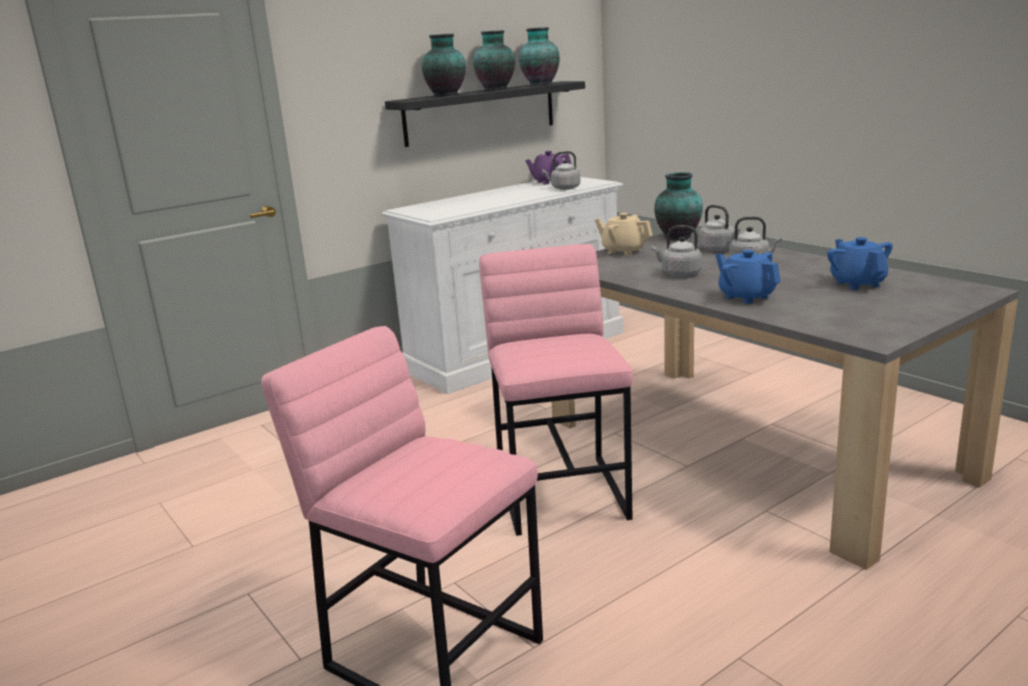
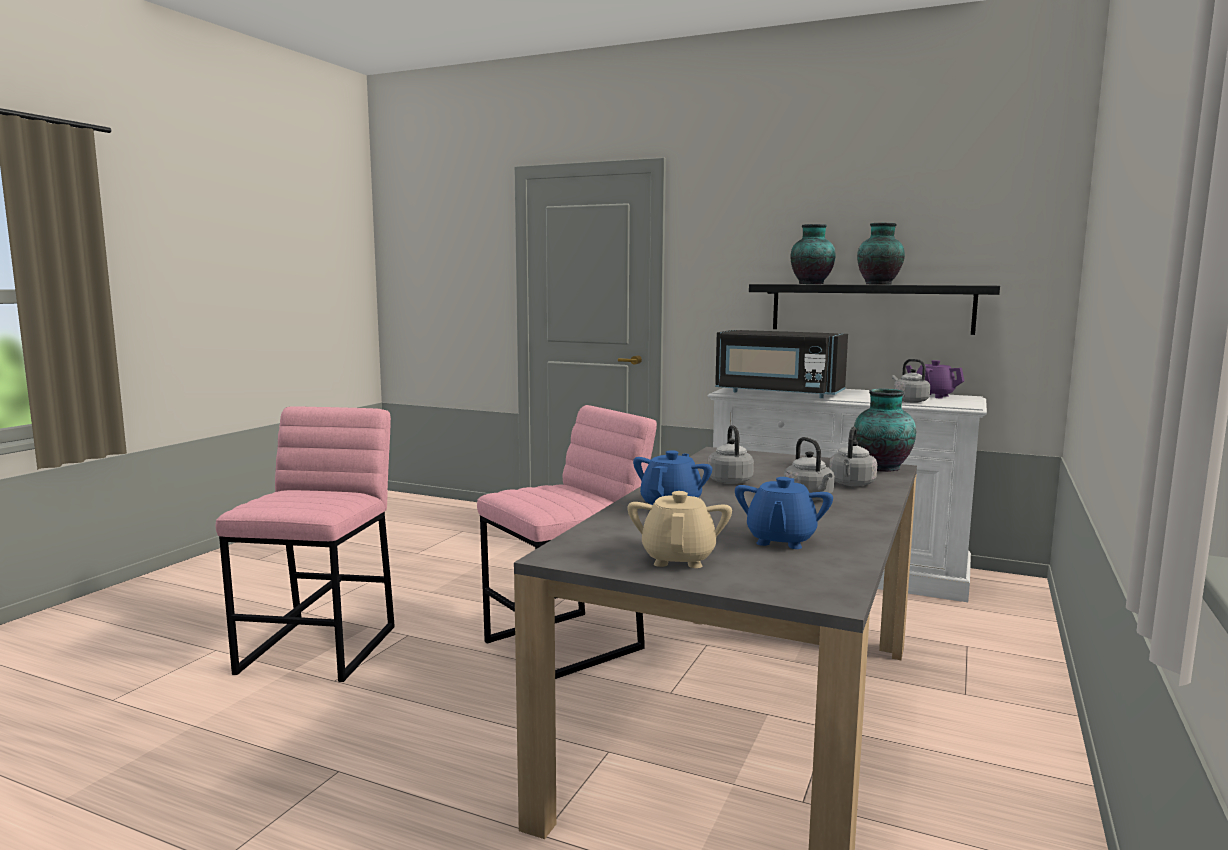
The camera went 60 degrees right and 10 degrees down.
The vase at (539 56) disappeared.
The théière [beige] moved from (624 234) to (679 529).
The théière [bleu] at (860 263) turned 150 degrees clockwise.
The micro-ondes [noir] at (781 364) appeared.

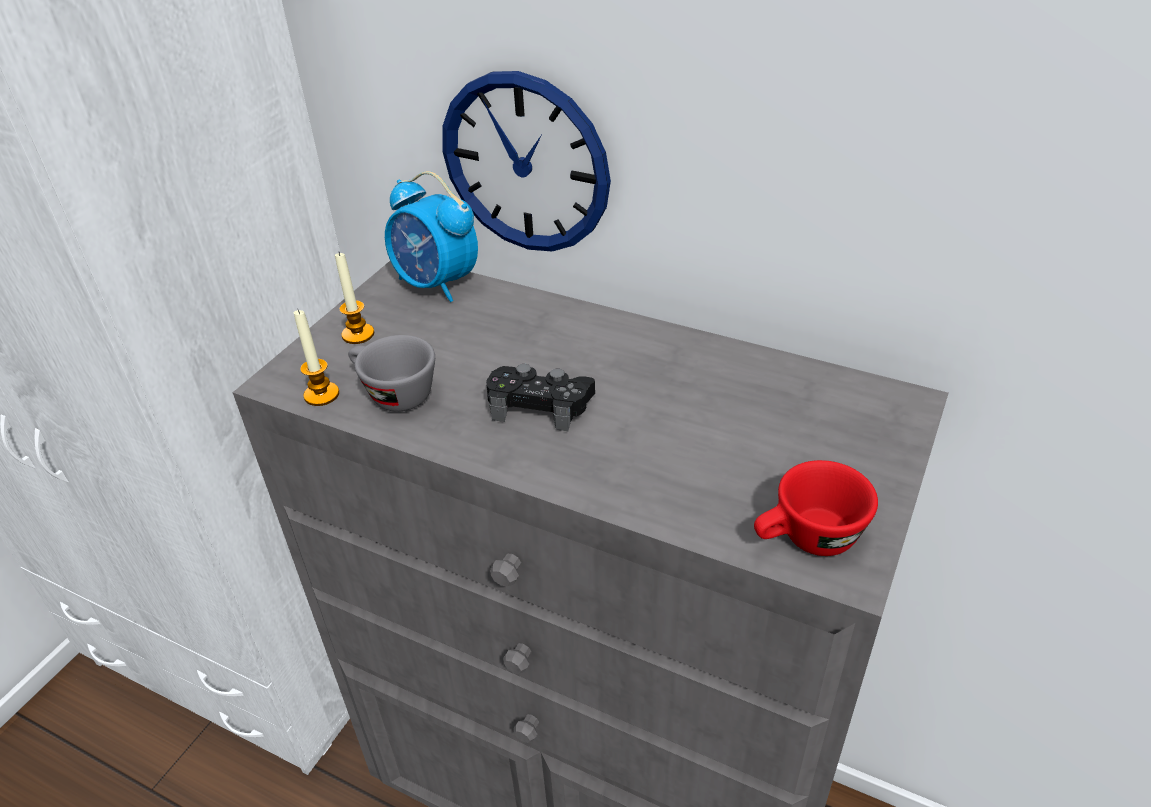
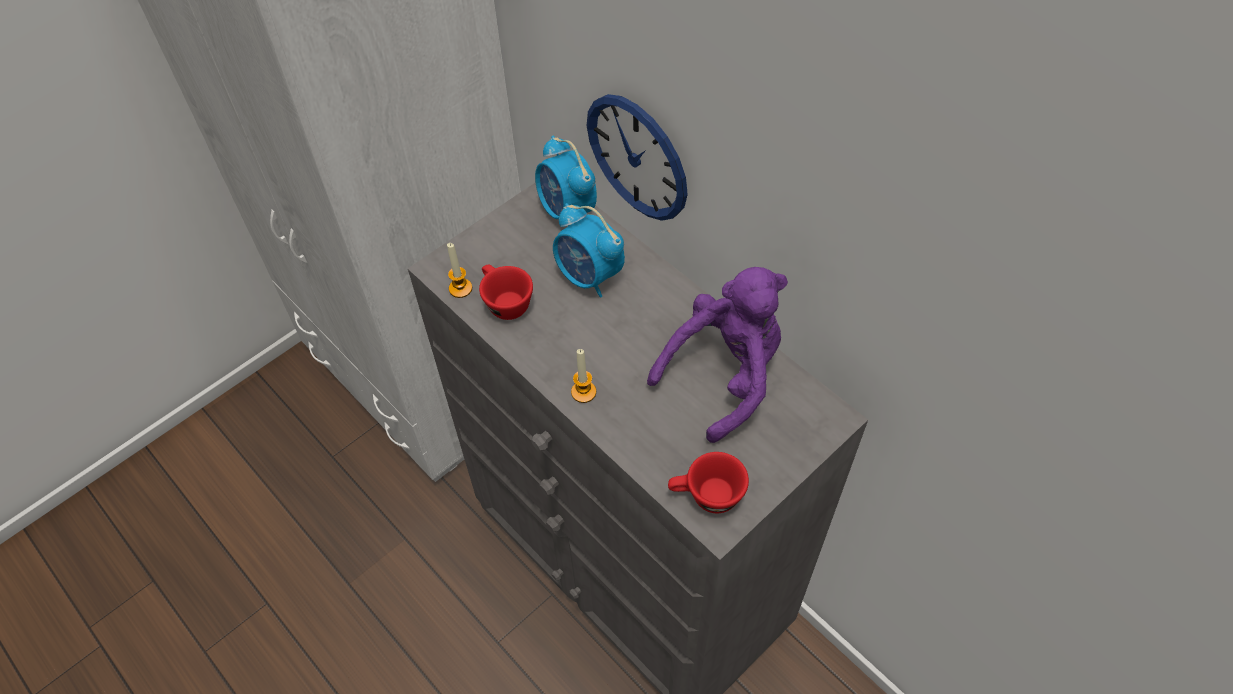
The camera went 20 degrees right and 15 degrees up.
The bougie moved from (354 298) to (583 376).
The tasse [gris] at (391 373) became the tasse [rouge] at (506 292).
The manette [noir] at (540 397) disappeared.
The réveil at (589 250) appeared.
The peluche [violet] at (717 355) appeared.

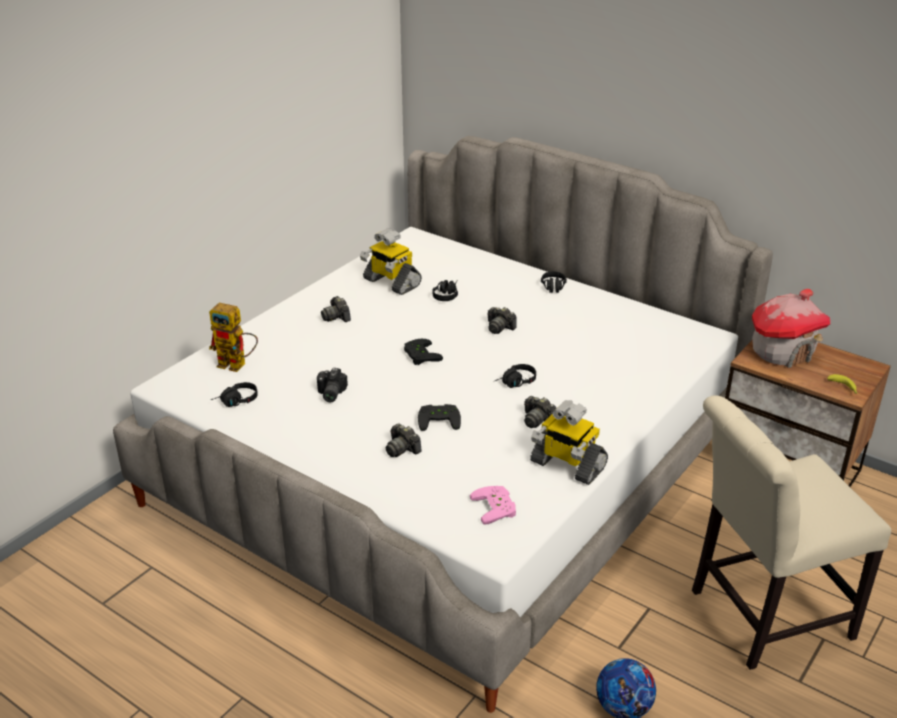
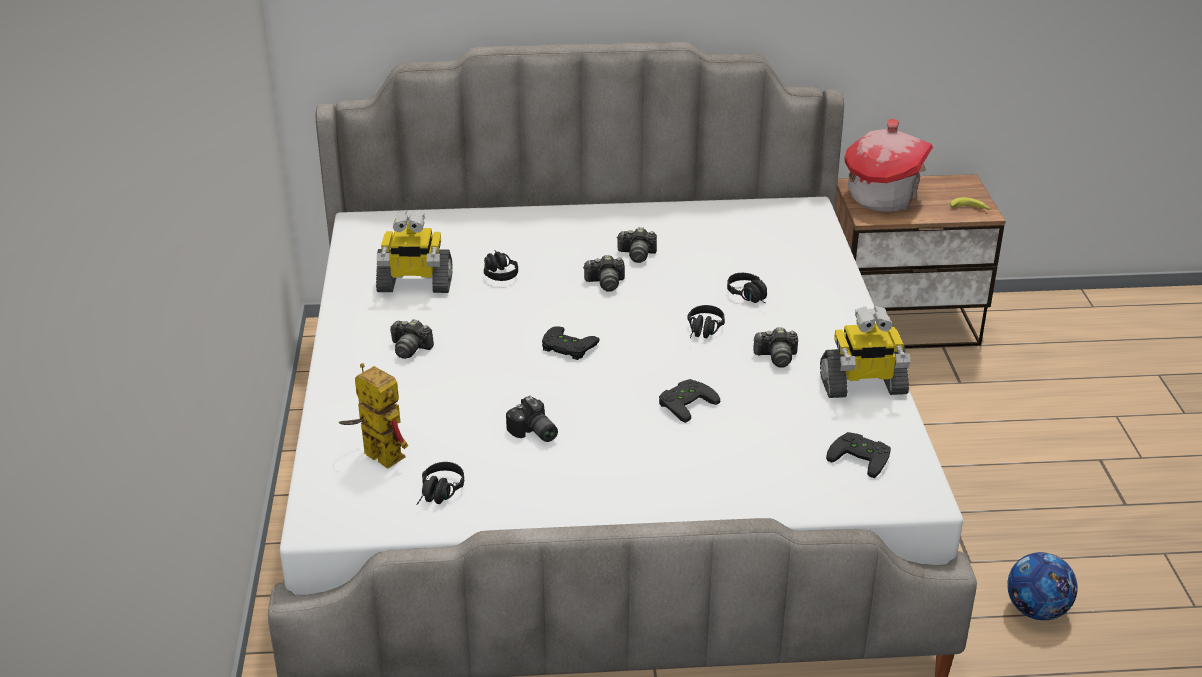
The camera went 40 degrees left and 0 degrees up.
The robot jouet at (233 337) turned 120 degrees counterclockwise.
The appareil photo moved from (404 440) to (636 245).
The manette [rose] at (493 505) became the manette [noir] at (858 455).
The casque audio [noir] moved from (554 282) to (747 288).
The chaise [beige] at (791 532) disappeared.

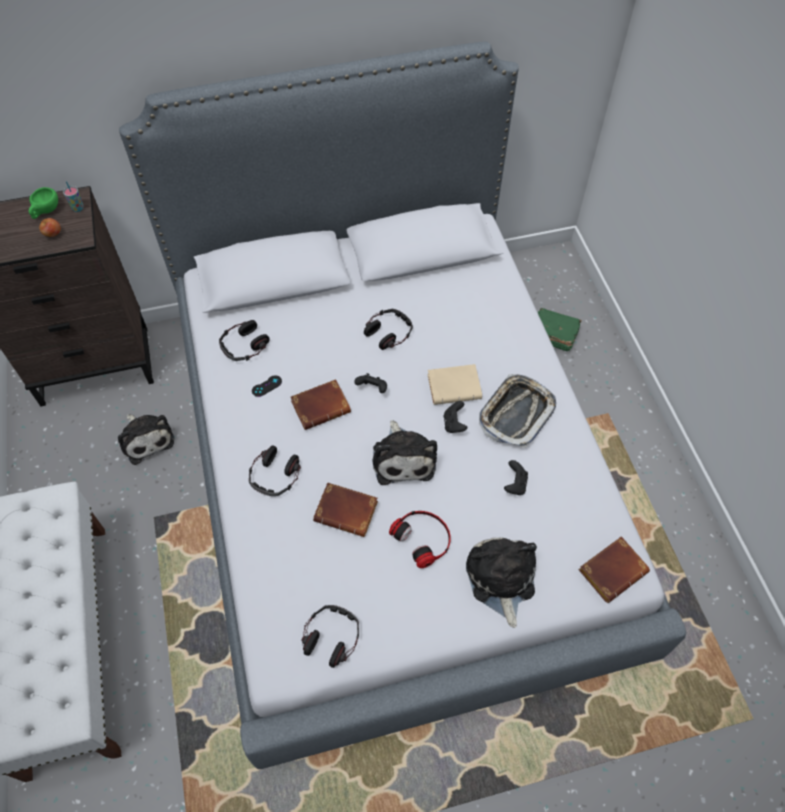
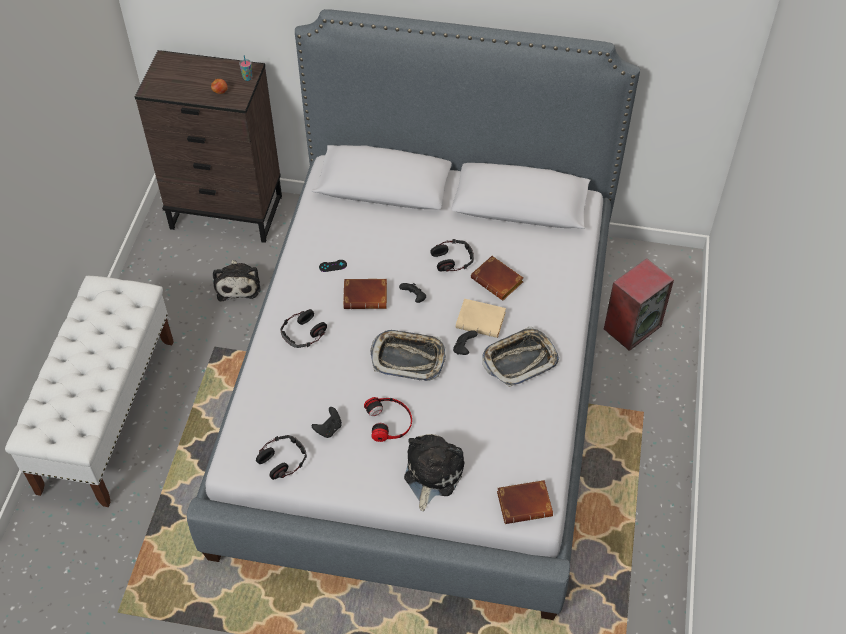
The camera went 25 degrees right and 5 degrees down.
The tasse [vert] at (43 203) disappeared.
The casque audio at (244 340) disappeared.
The livre [marron] moved from (345 509) to (497 278).
The peluche at (405 452) was replaced by the plateau at (408 355).
The manette [noir] moved from (516 477) to (327 422).
The livre [vert] at (560 329) was replaced by the enceinte at (639 304).

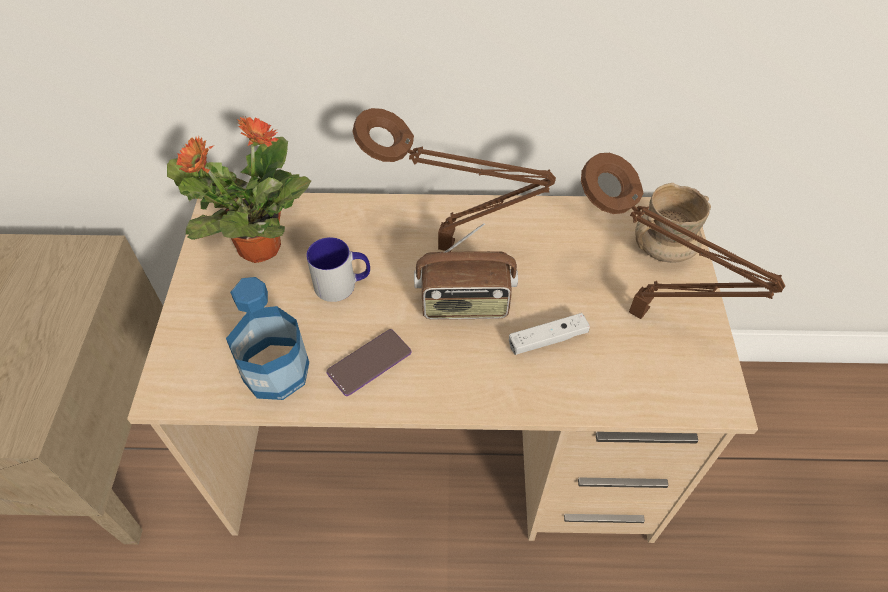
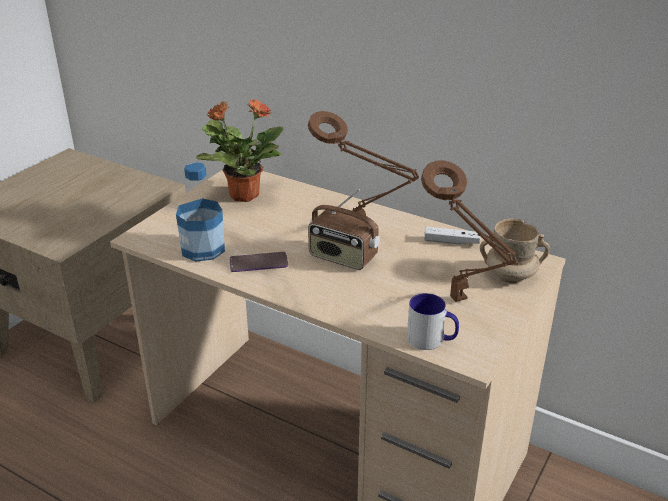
The camera went 30 degrees right and 20 degrees down.
The mug moved from (338 269) to (433 321).
The manette [blanc] moved from (549 334) to (452 236).

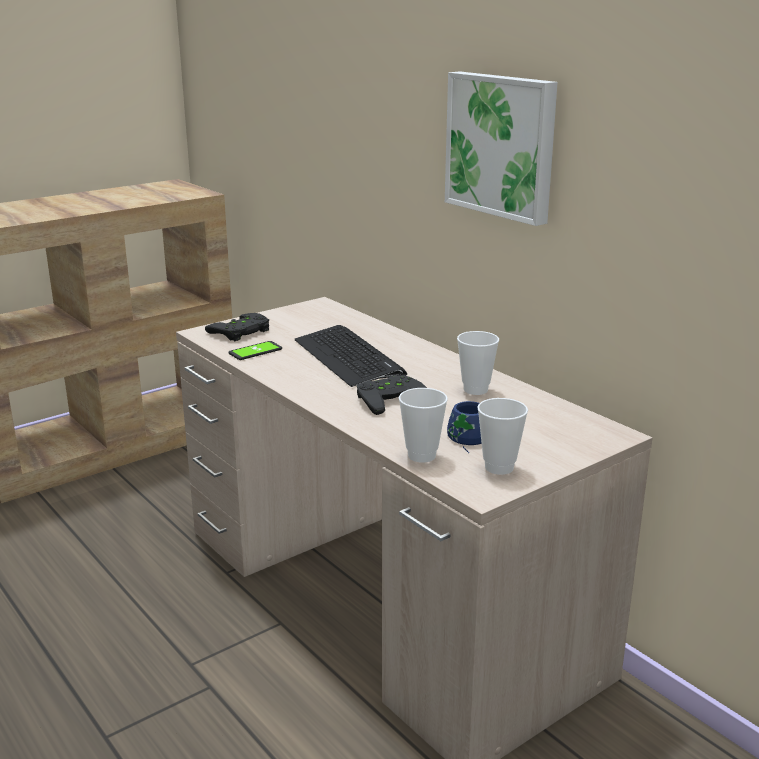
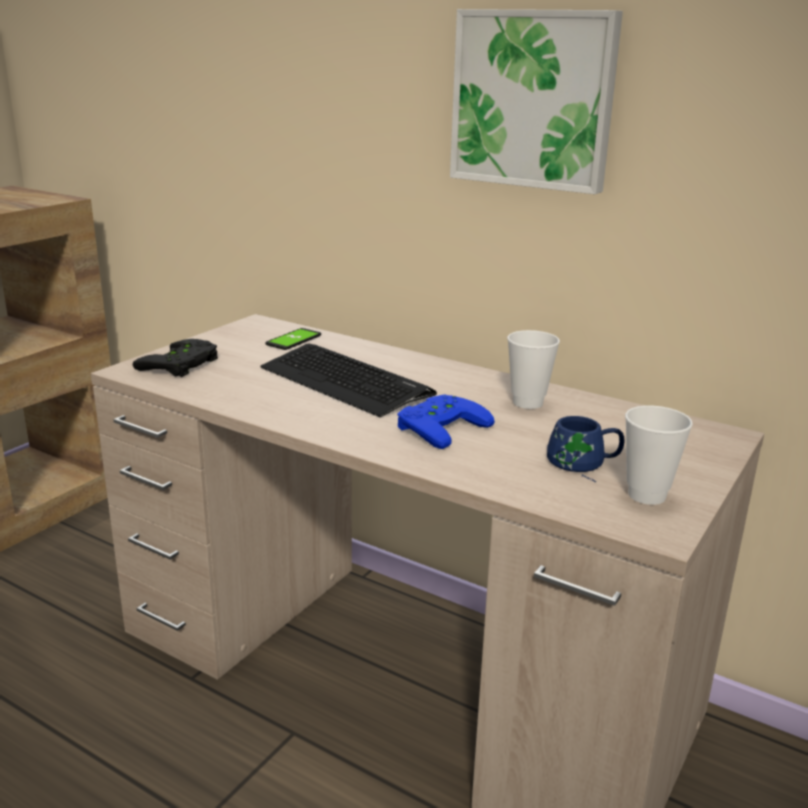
The camera went 20 degrees left and 0 degrees up.
The téléphone moved from (255 350) to (293 339).
The manette [noir] at (392 395) became the manette [bleu] at (446 421).
The tasse at (423 425) disappeared.

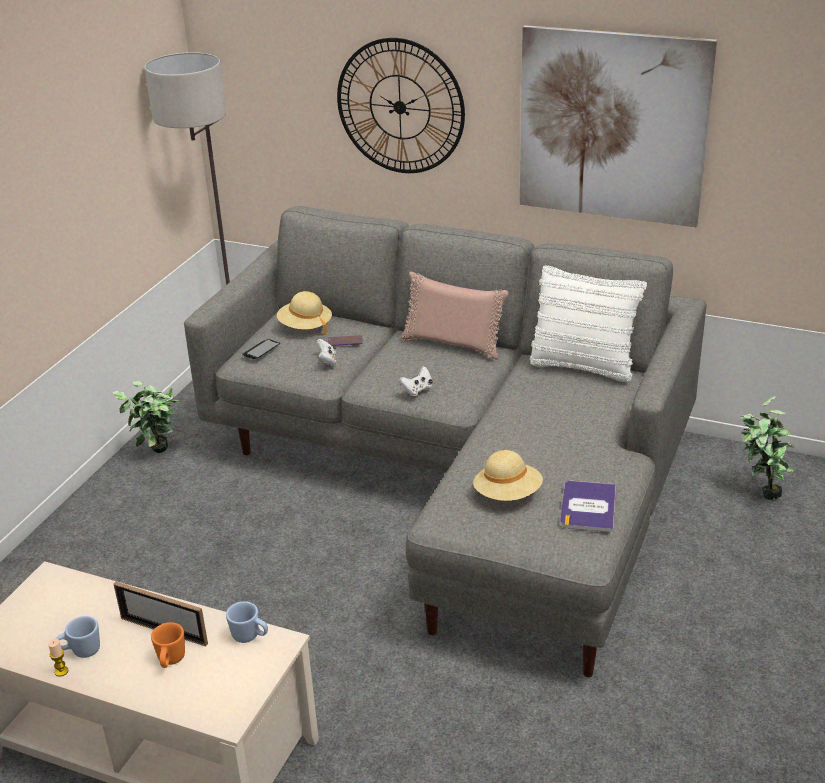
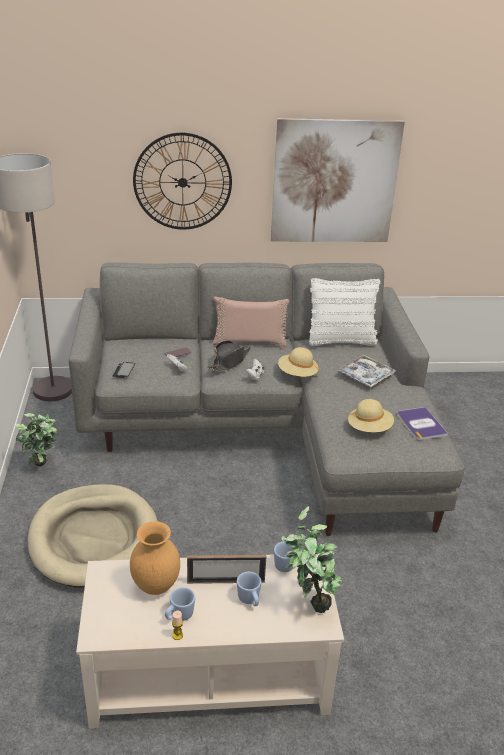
The camera went 30 degrees left and 0 degrees up.
The mug [orange] at (168 645) became the mug [bleu] at (249 589).
The chapeau [beige] moved from (304 313) to (298 362).
The plante en pot moved from (768 448) to (312 559).
The panier pour chien [beige] at (93 536) appeared.
The vase [marron] at (155 558) appeared.
The chapeau [noir] at (229 356) appeared.
The plateau at (366 371) appeared.

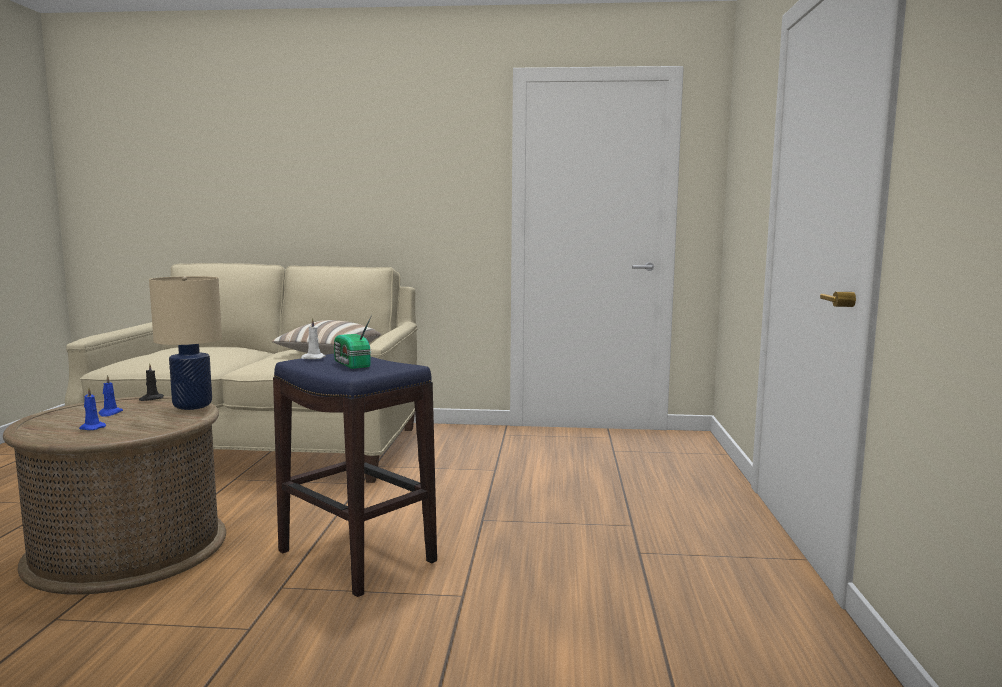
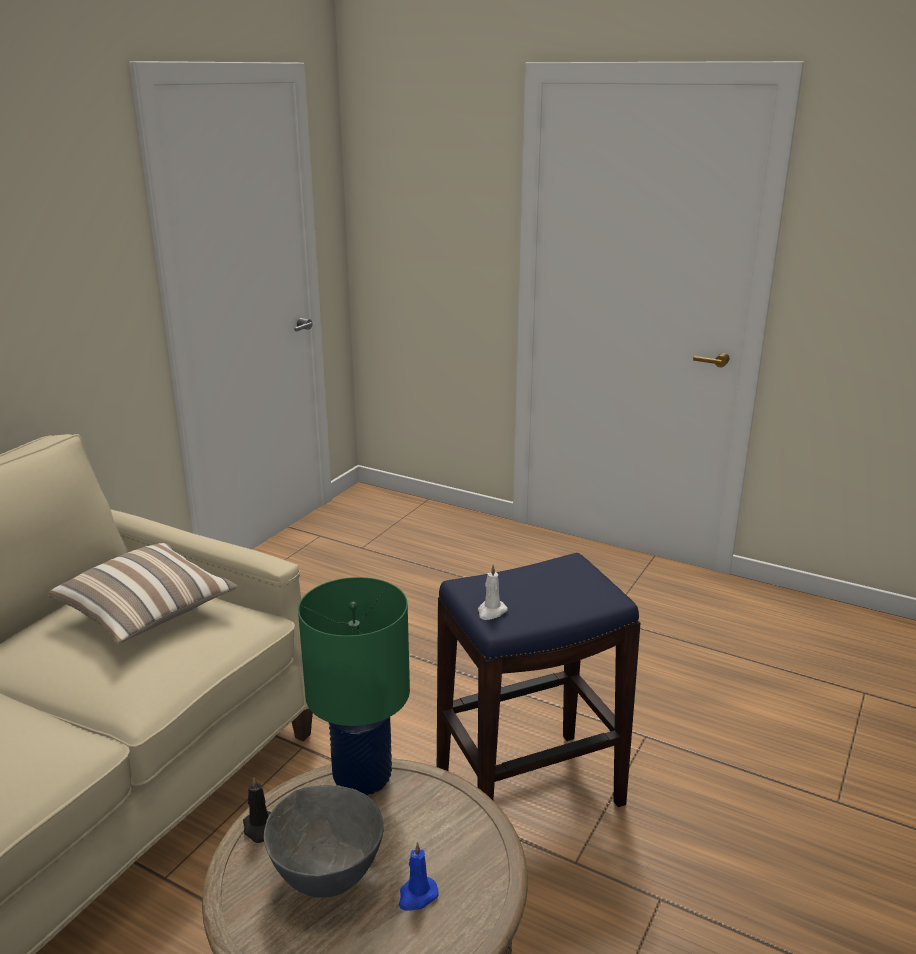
The camera went 65 degrees left and 15 degrees up.
The bougie [bleu] at (111 396) was replaced by the bol [gris] at (324 841).
The lampe de table [beige] at (185 343) became the lampe de table [vert] at (354 686).
The radio at (353 342) disappeared.

